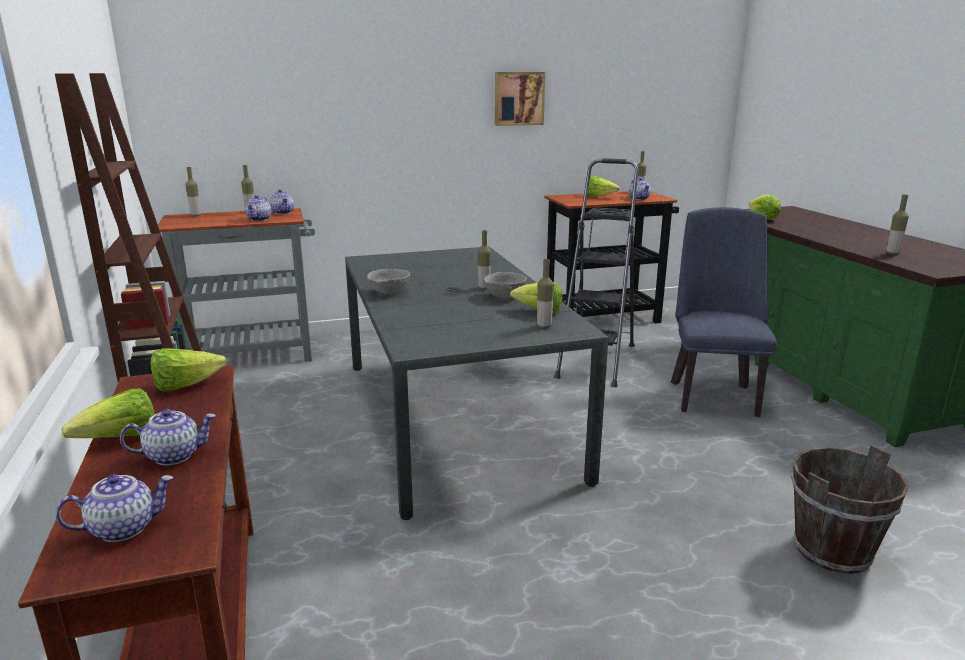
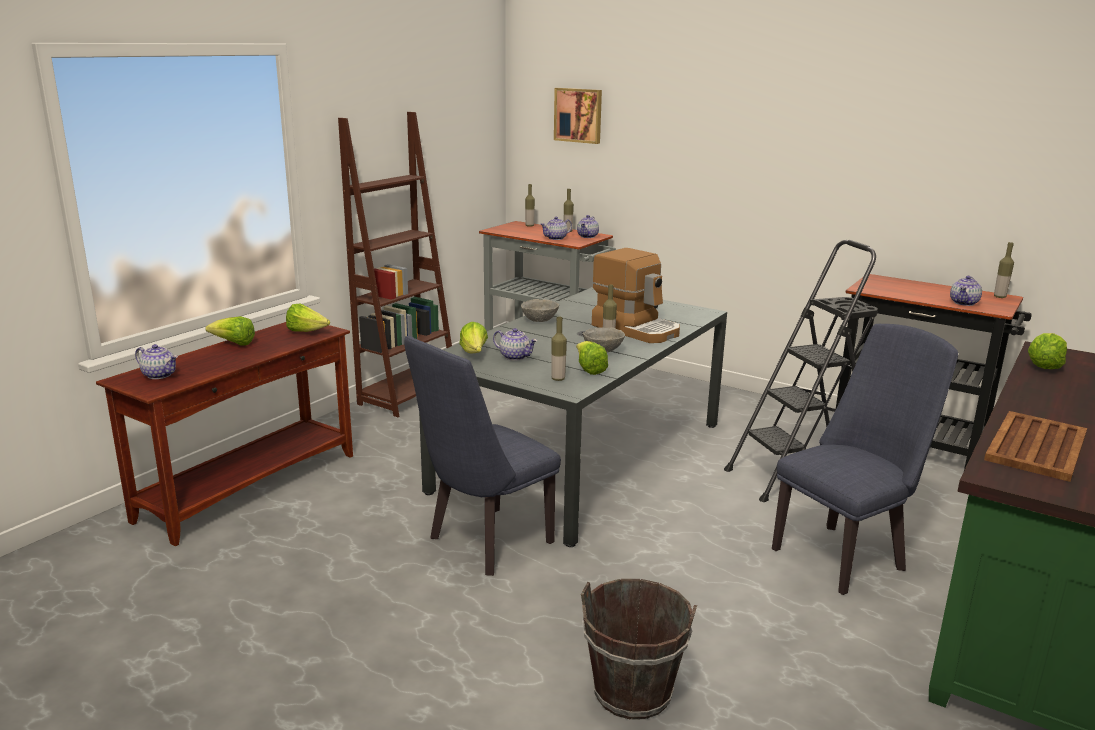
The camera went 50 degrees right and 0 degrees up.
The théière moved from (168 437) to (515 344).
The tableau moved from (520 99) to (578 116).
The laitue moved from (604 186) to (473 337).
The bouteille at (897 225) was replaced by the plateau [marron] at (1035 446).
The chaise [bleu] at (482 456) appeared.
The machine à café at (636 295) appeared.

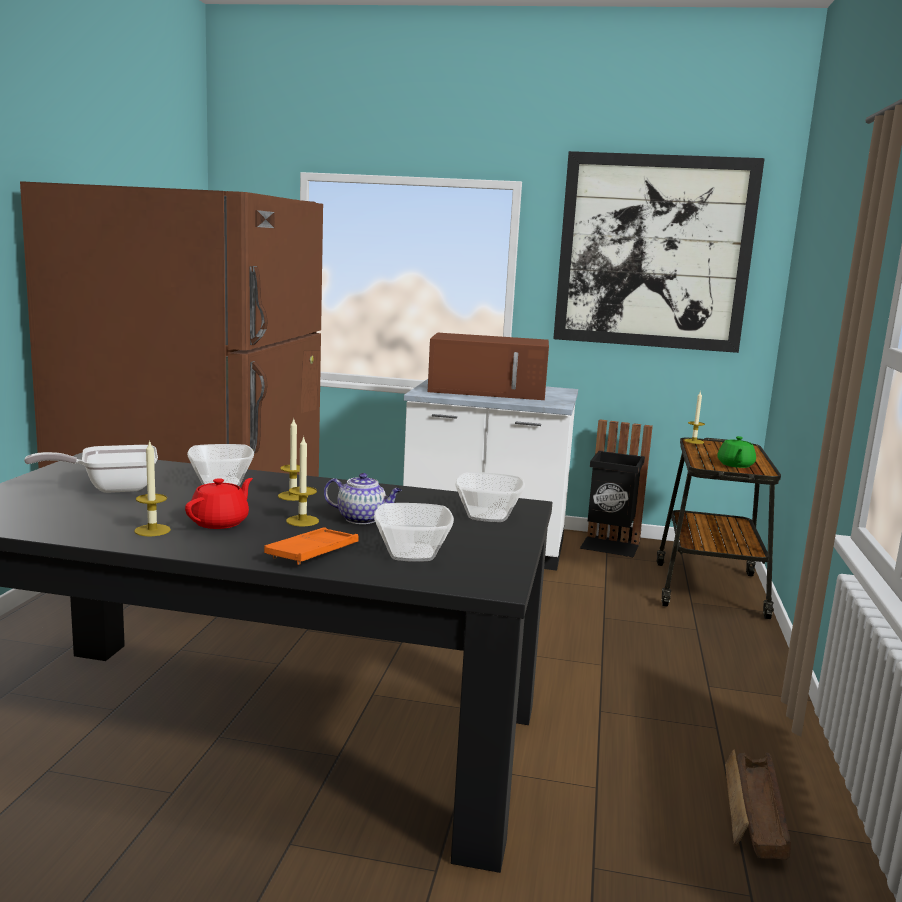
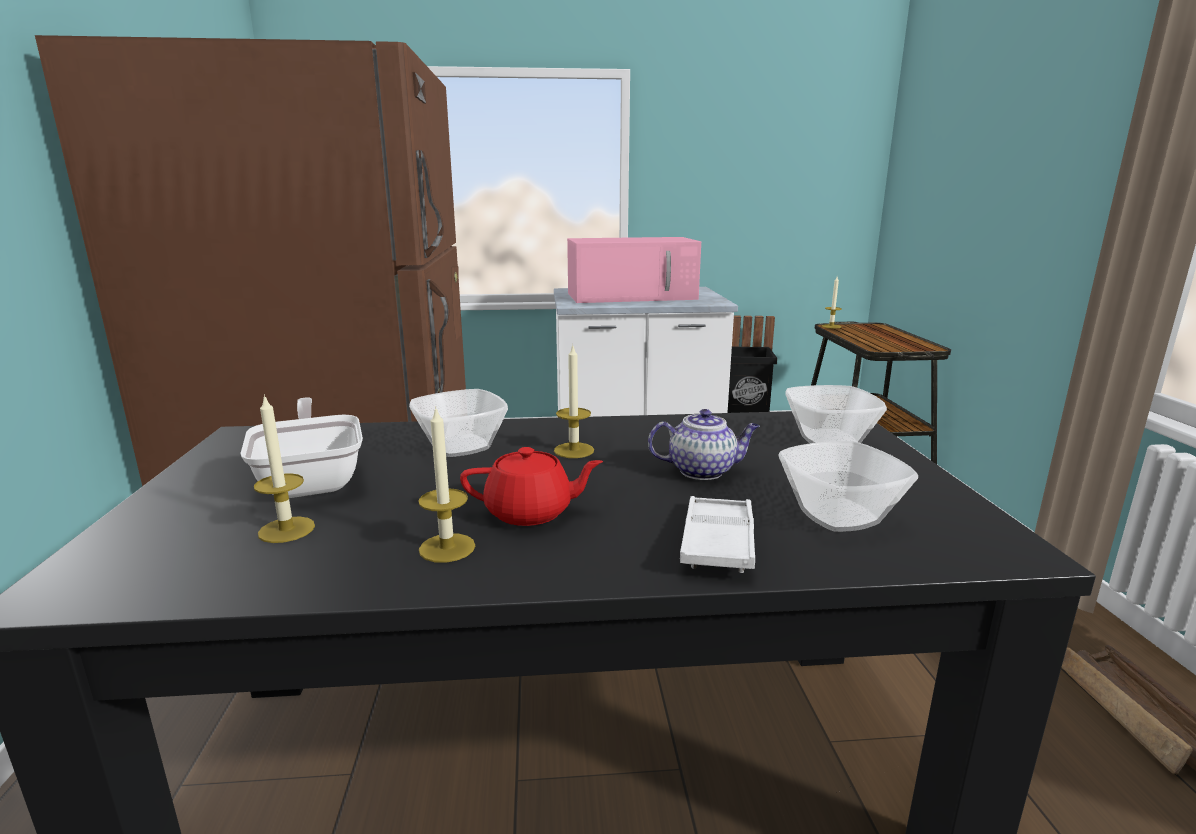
The camera went 15 degrees left and 5 degrees up.
The poêle at (91 469) turned 105 degrees clockwise.
The théière [rouge] at (219 503) turned 75 degrees clockwise.
The plateau [orange] at (311 546) became the plateau [blanc] at (717 534).
The bougie moved from (302 481) to (284 468).
The micro-ondes [marron] at (488 366) became the micro-ondes [rose] at (634 270).
The tableau at (659 252) disappeared.
The théière [vert] at (736 452) disappeared.

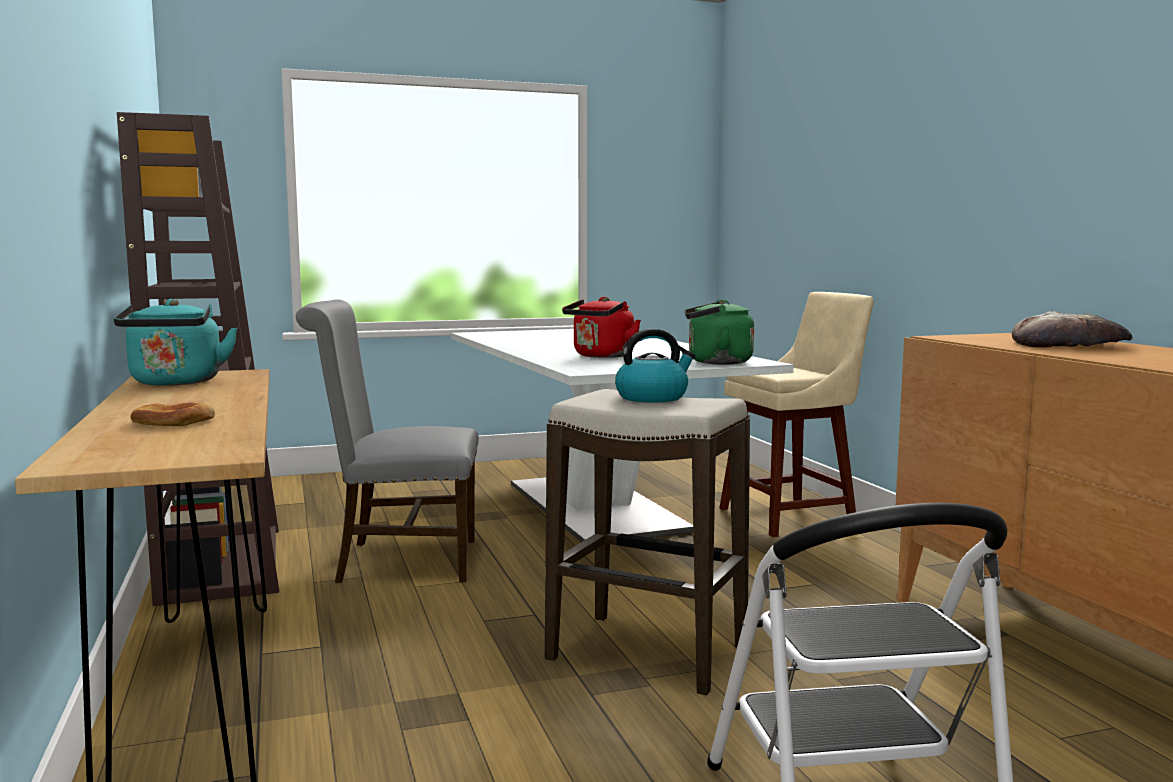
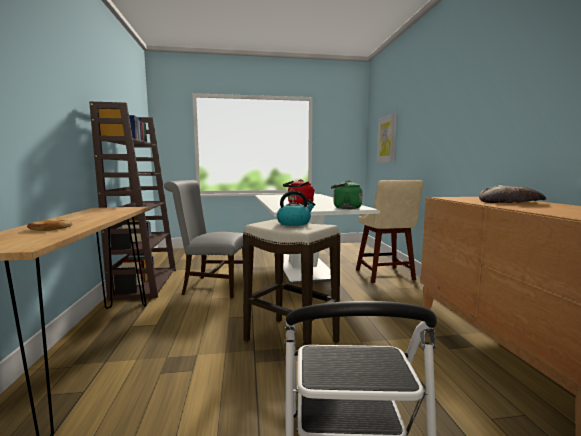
The camera went 10 degrees right and 0 degrees up.
The bouilloire [turquoise] at (176 342) disappeared.
The chaise [beige] at (796 414) turned 90 degrees clockwise.
The tableau at (387 138) appeared.

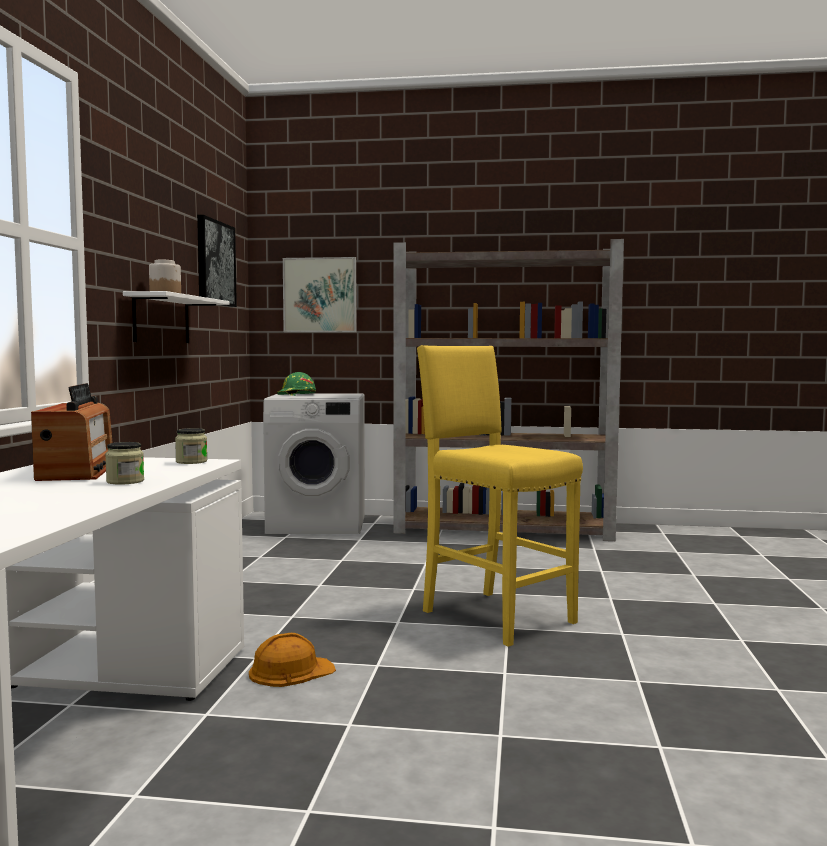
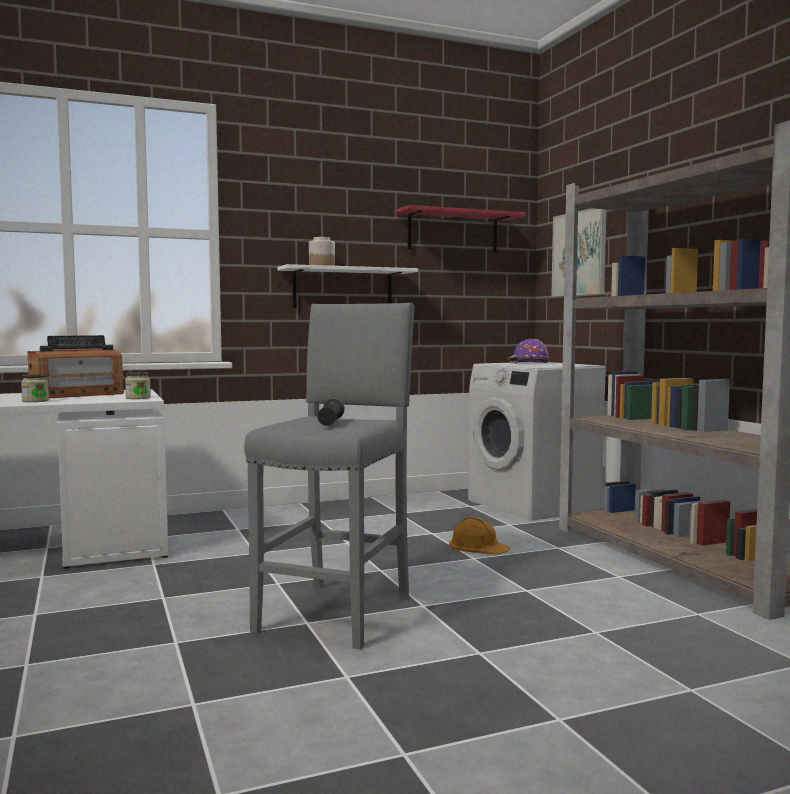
The camera went 60 degrees right and 0 degrees up.
The tableau at (217 261) was replaced by the étagère [rouge] at (460 229).
The casque de chantier [orange] moved from (292 660) to (480 535).
The casque de chantier [vert] at (296 384) became the casque de chantier [violet] at (528 351).
The tabouret [jaune] at (500 496) became the tabouret [gris] at (329 476).
The lampe de poche [noir] at (331 412) appeared.

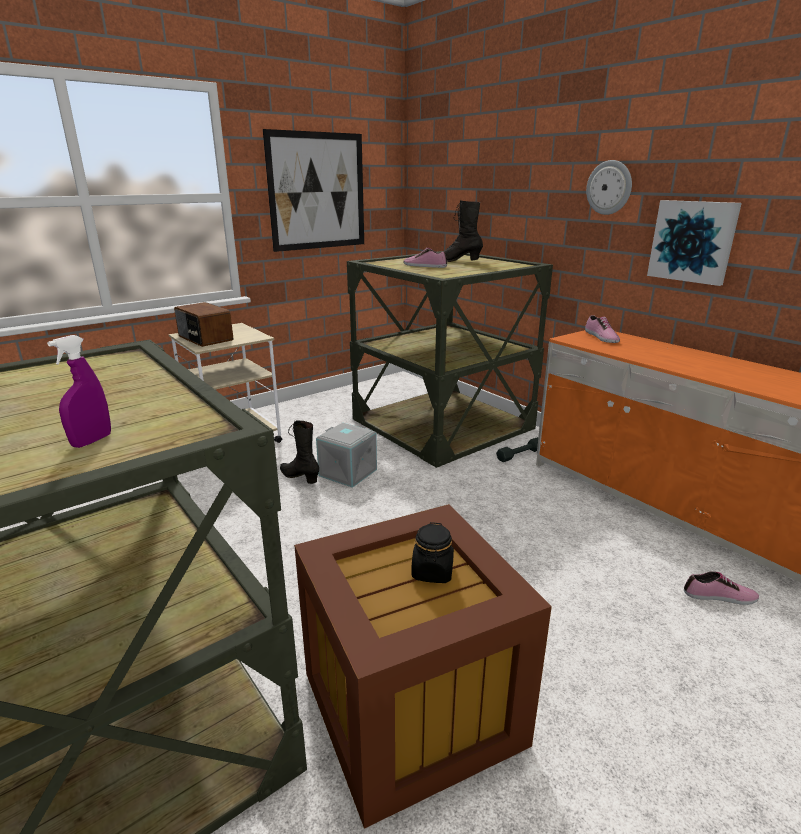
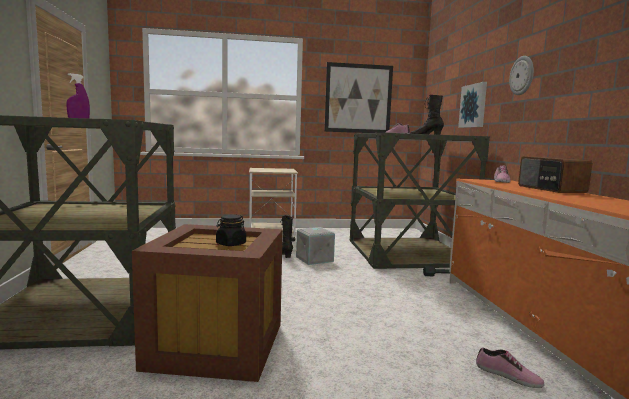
The camera went 30 degrees right and 15 degrees down.
The radio moved from (203 324) to (555 175).
The tableau moved from (694 243) to (472 105).

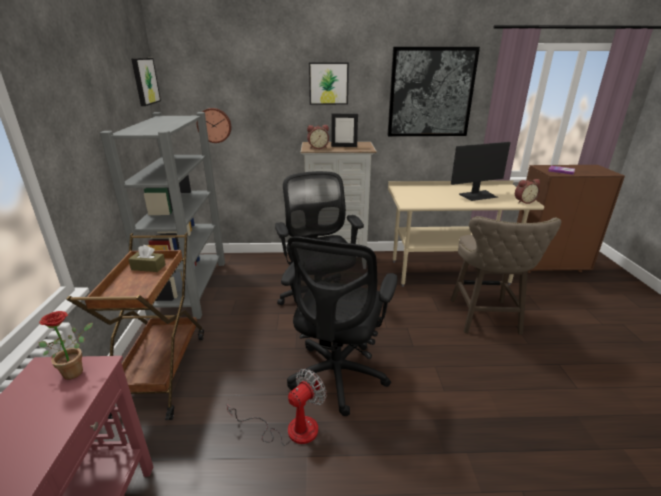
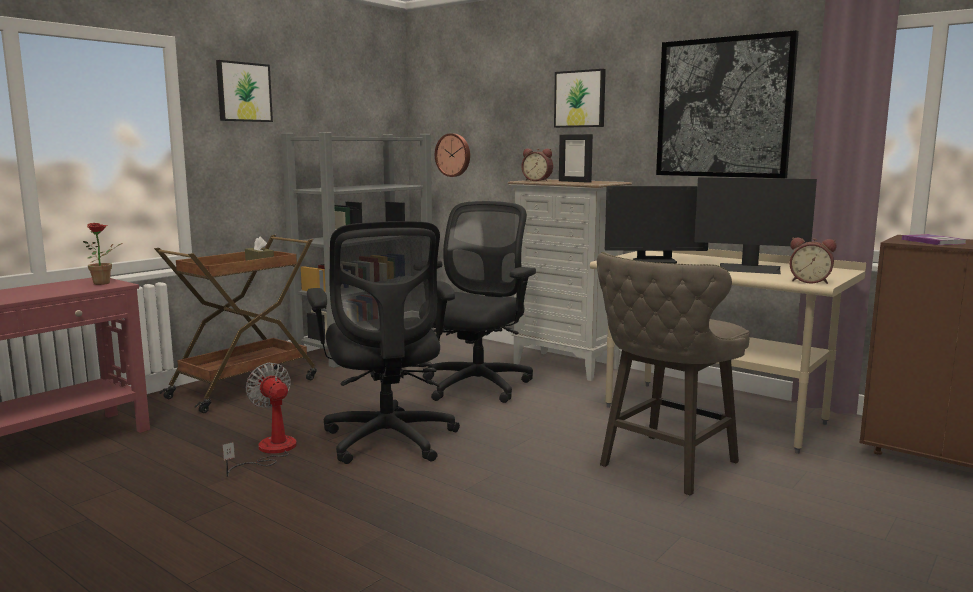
The camera went 40 degrees right and 15 degrees down.
The tableau moved from (146 82) to (244 91).
The ventilateur at (276 407) turned 120 degrees counterclockwise.
The chaise de bureau [noir] at (339 326) turned 75 degrees counterclockwise.
The écran d'ordinateur at (656 225) appeared.

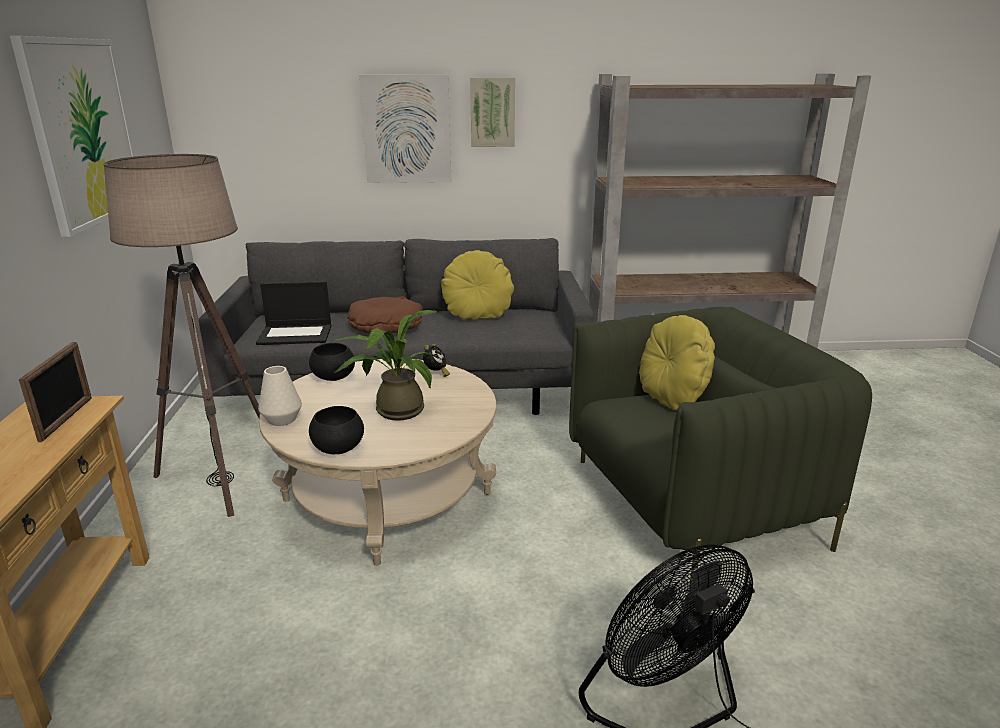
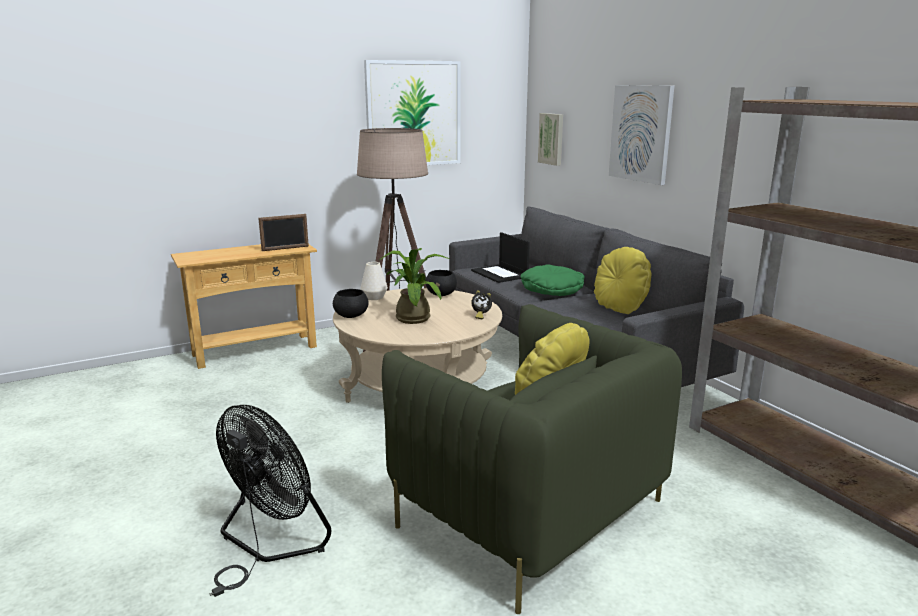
The camera went 65 degrees right and 5 degrees down.
The coussin [marron] at (385 315) became the coussin [vert] at (553 280).
The tableau moved from (492 112) to (550 139).

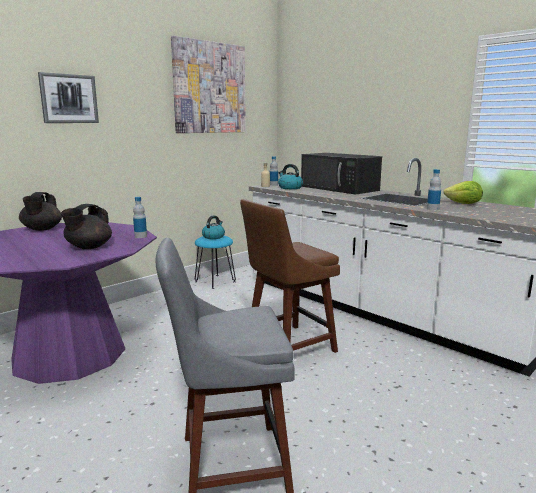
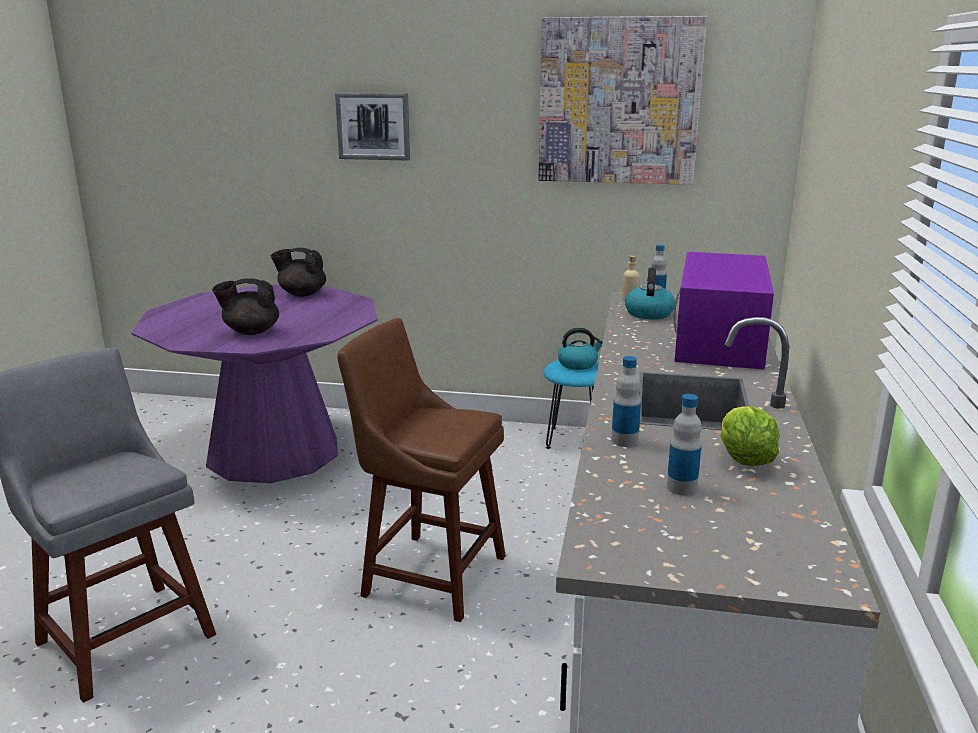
The camera went 55 degrees right and 5 degrees up.
The théière [noir] at (40 211) turned 45 degrees clockwise.
The bouteille moved from (140 217) to (684 445).
The micro-ondes [noir] at (341 174) became the micro-ondes [violet] at (724 310).

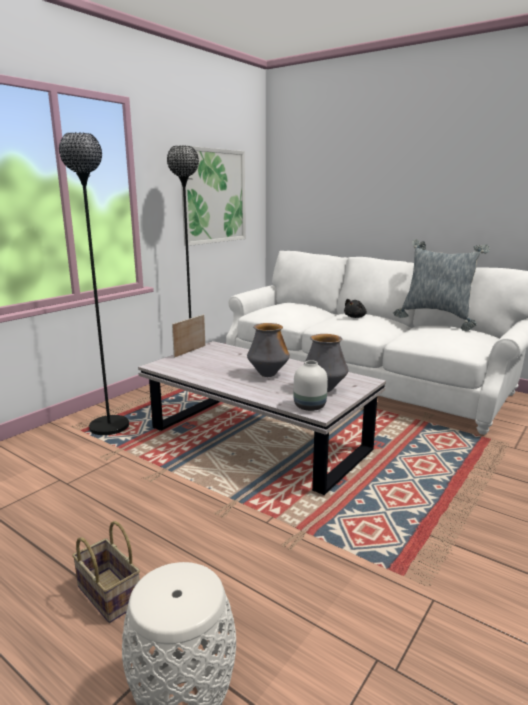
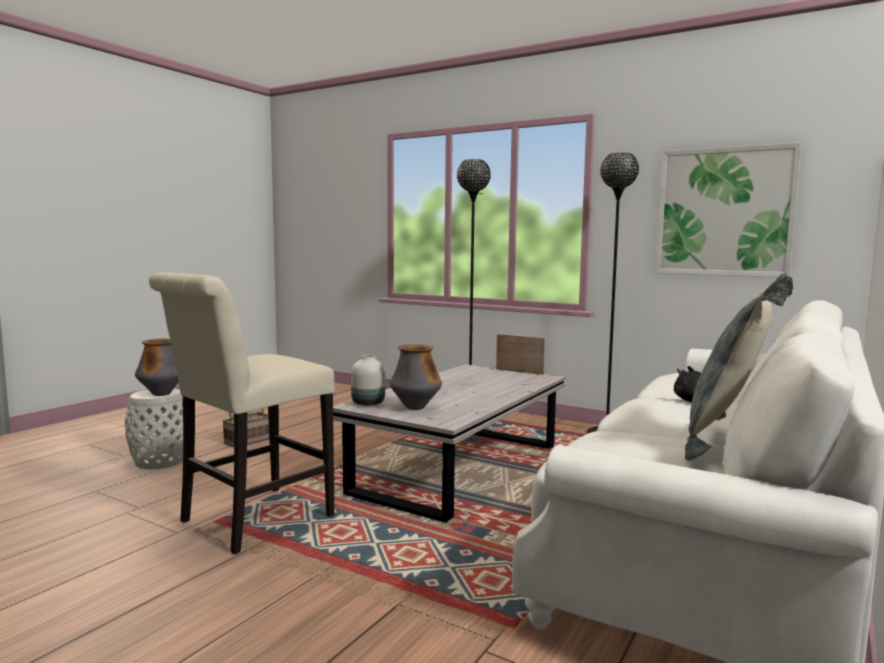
The camera went 85 degrees right and 10 degrees down.
The vase moved from (268 350) to (157 367).
The tabouret [beige] at (242 413) appeared.

